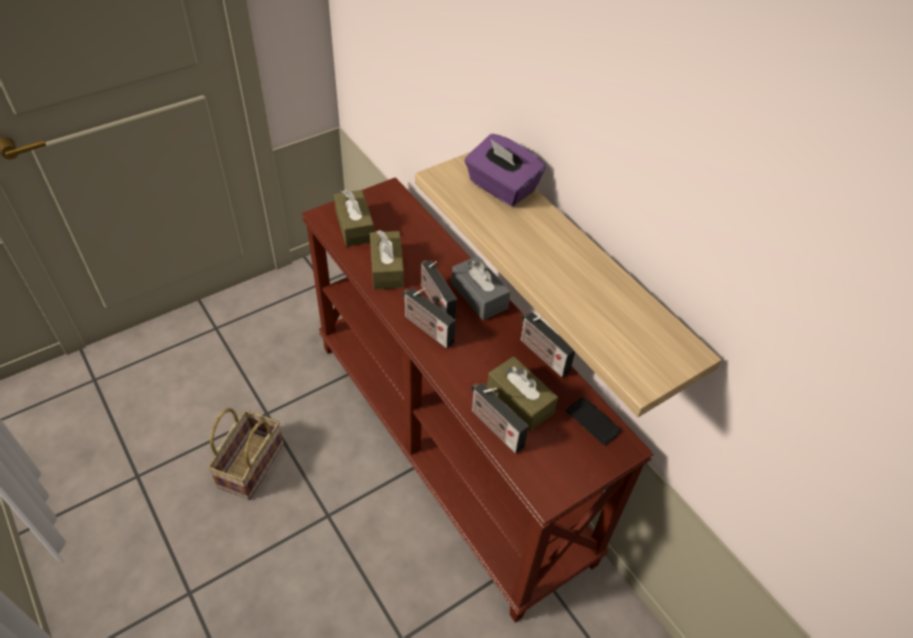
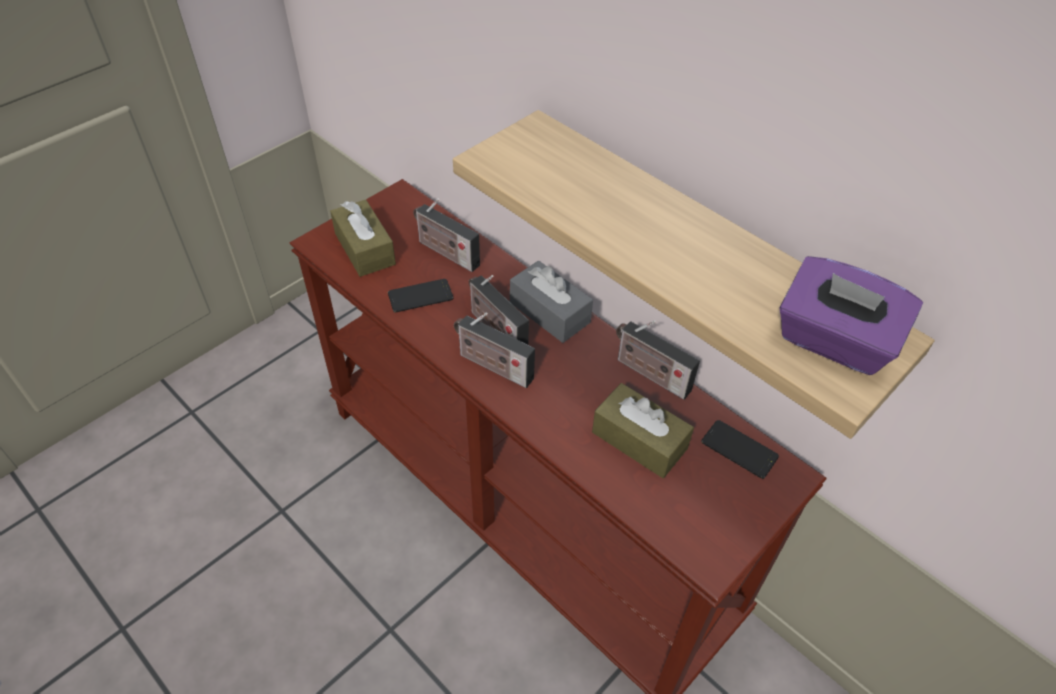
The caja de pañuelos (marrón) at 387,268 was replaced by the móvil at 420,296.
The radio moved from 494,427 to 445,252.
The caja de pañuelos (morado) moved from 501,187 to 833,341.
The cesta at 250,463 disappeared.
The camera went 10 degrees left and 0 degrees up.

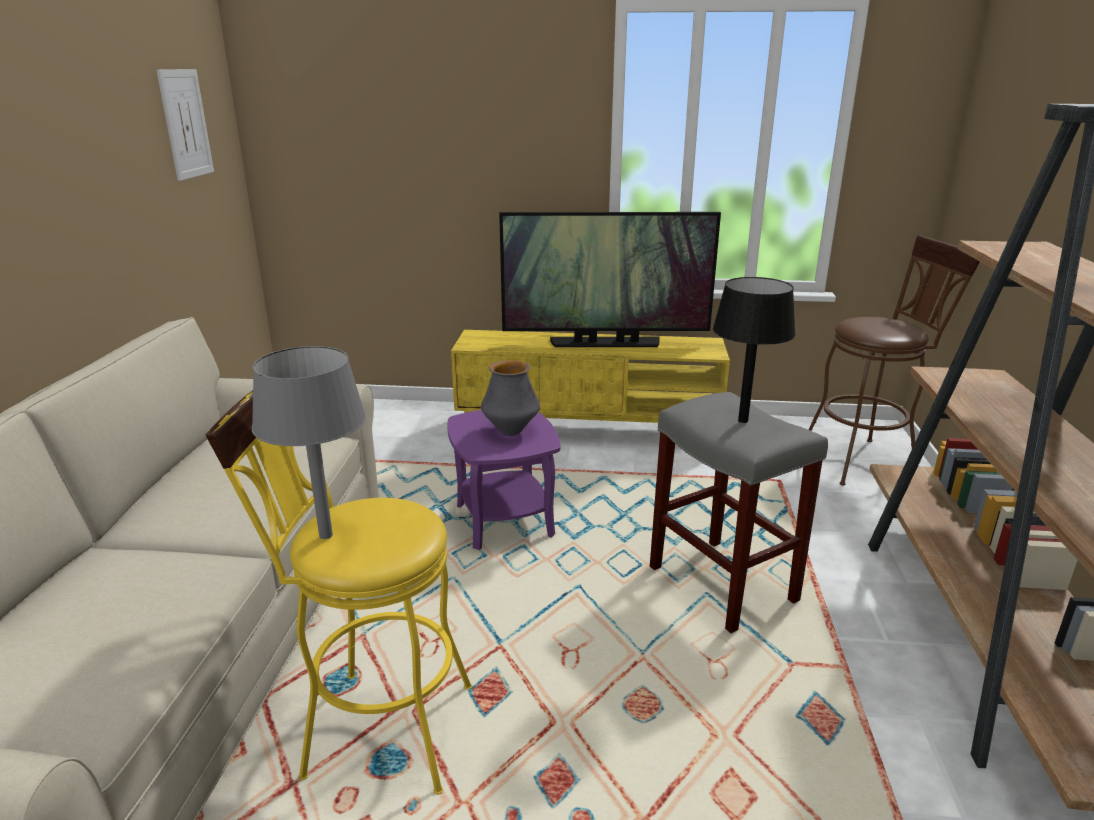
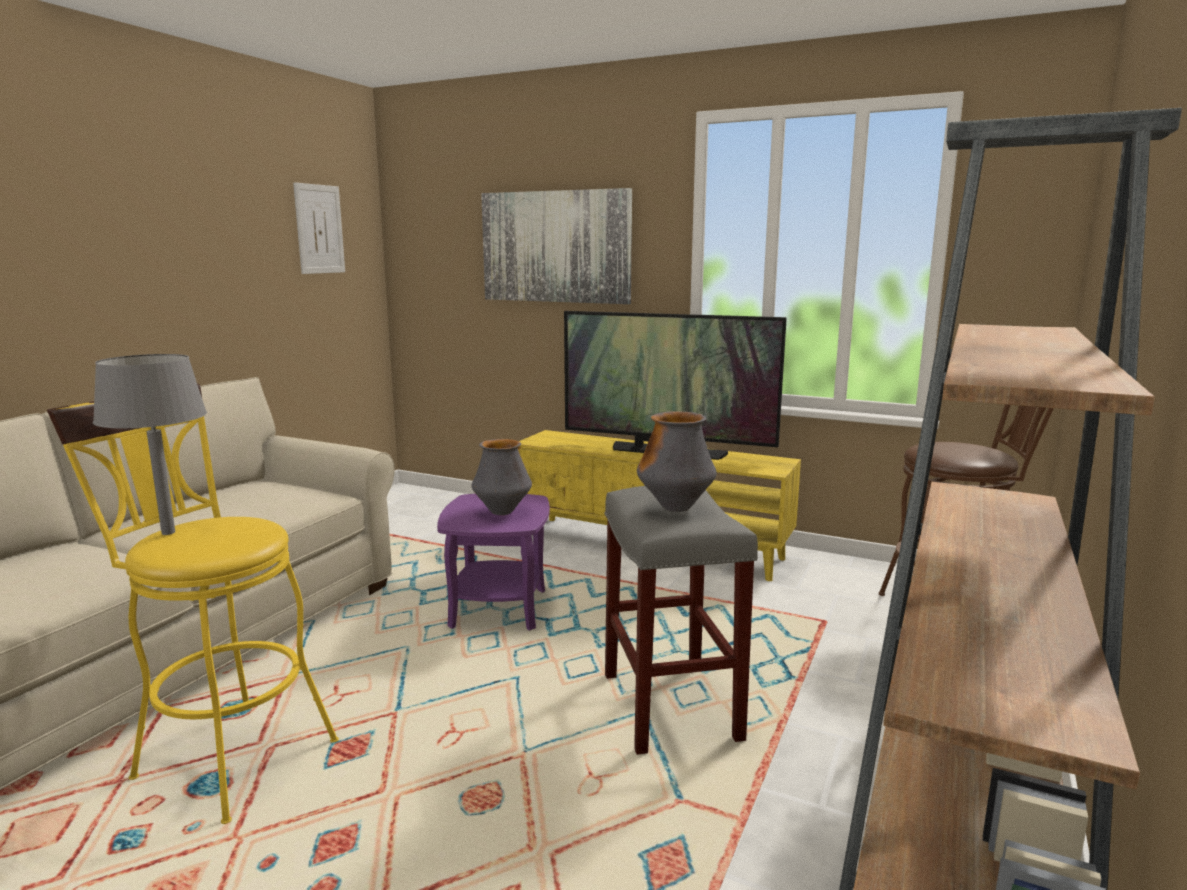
The cuadro at 555,247 appeared.
The lámpara de mesa (negro) at 743,421 was replaced by the florero at 675,508.
The camera went 20 degrees right and 10 degrees down.

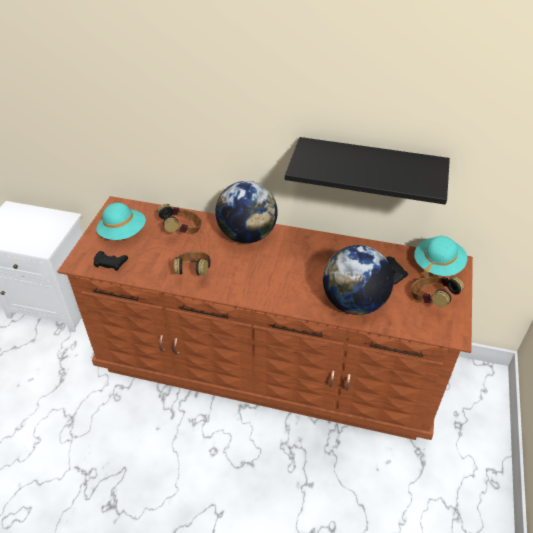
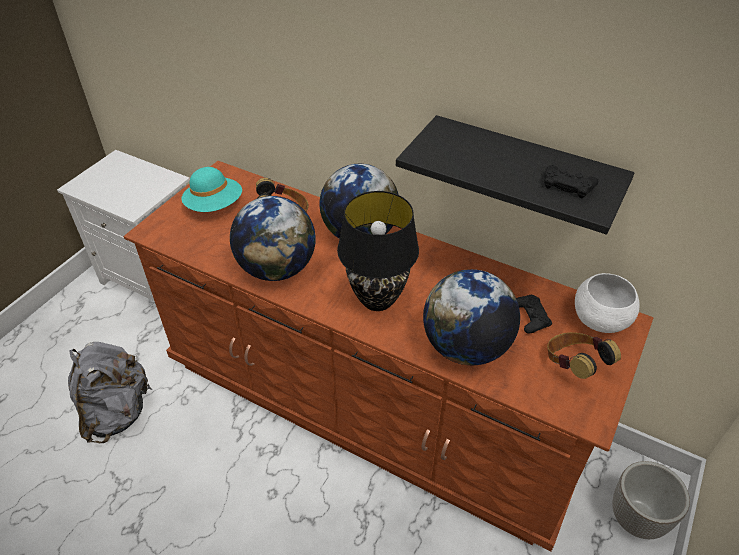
The mochila (gris) at 117,412 appeared.
The auriculares at 194,273 was replaced by the globo terráqueo at 277,268.
The lámpara de mesa (negro) at 378,300 appeared.
The mando de consola (negro) moved from 110,262 to 568,185.
The sombrero (turquesa) at 437,265 was replaced by the cuenco (blanco) at 599,319.
The maceta at 637,519 appeared.
The camera went 15 degrees right and 0 degrees up.

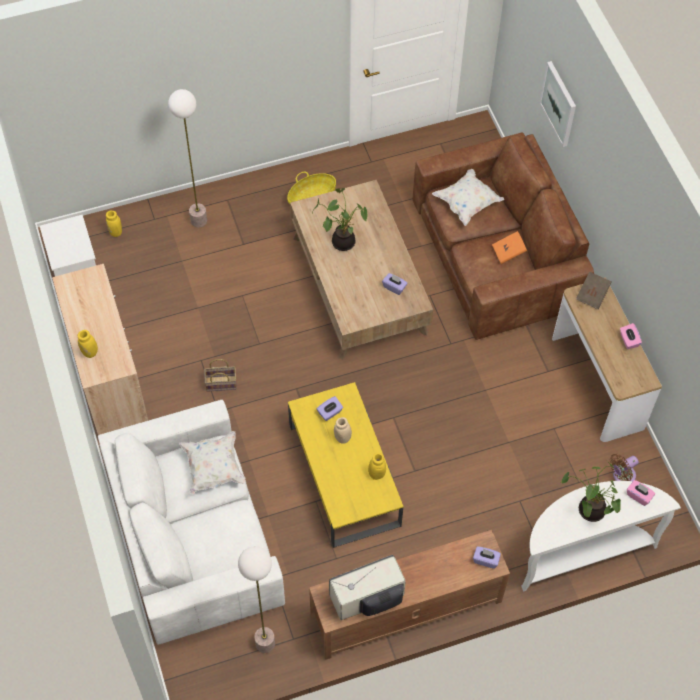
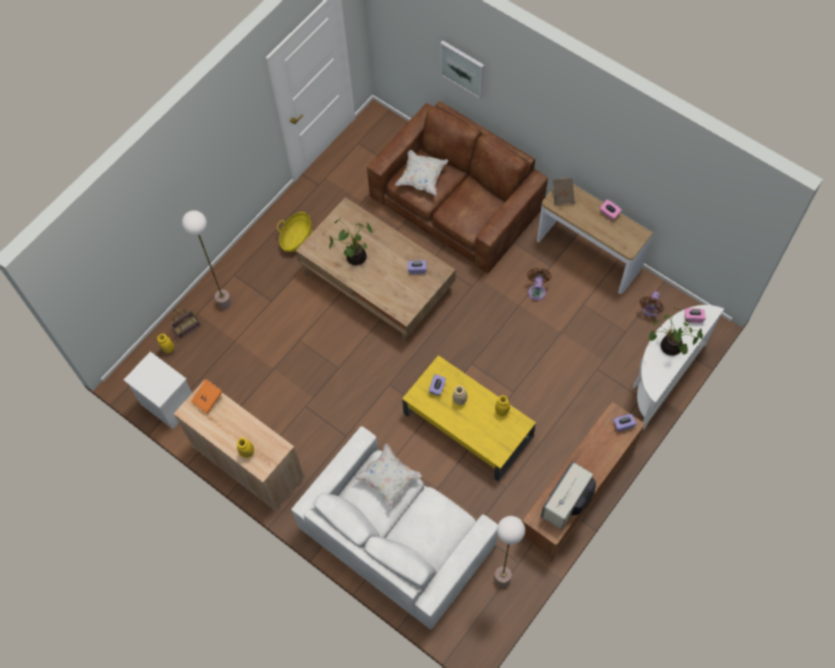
The cesta moved from 222,383 to 187,327.
The libro (naranja) moved from 508,252 to 208,399.
The ventilador (marrón) at 537,290 appeared.
The camera went 30 degrees left and 5 degrees up.

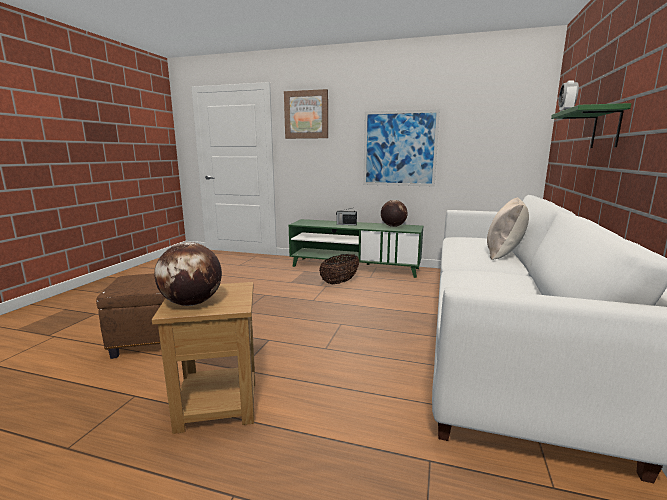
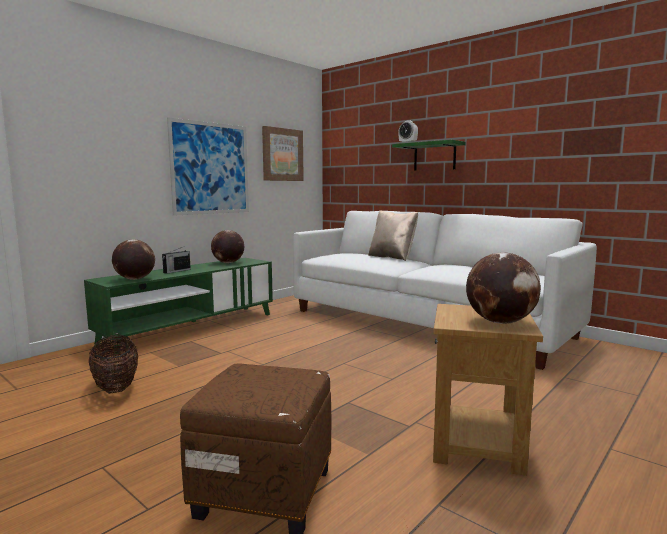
The cesta moved from 340,282 to 116,386.
The globo terráqueo at 134,279 appeared.
The cuadro moved from 306,114 to 282,154.
The camera went 65 degrees left and 5 degrees down.

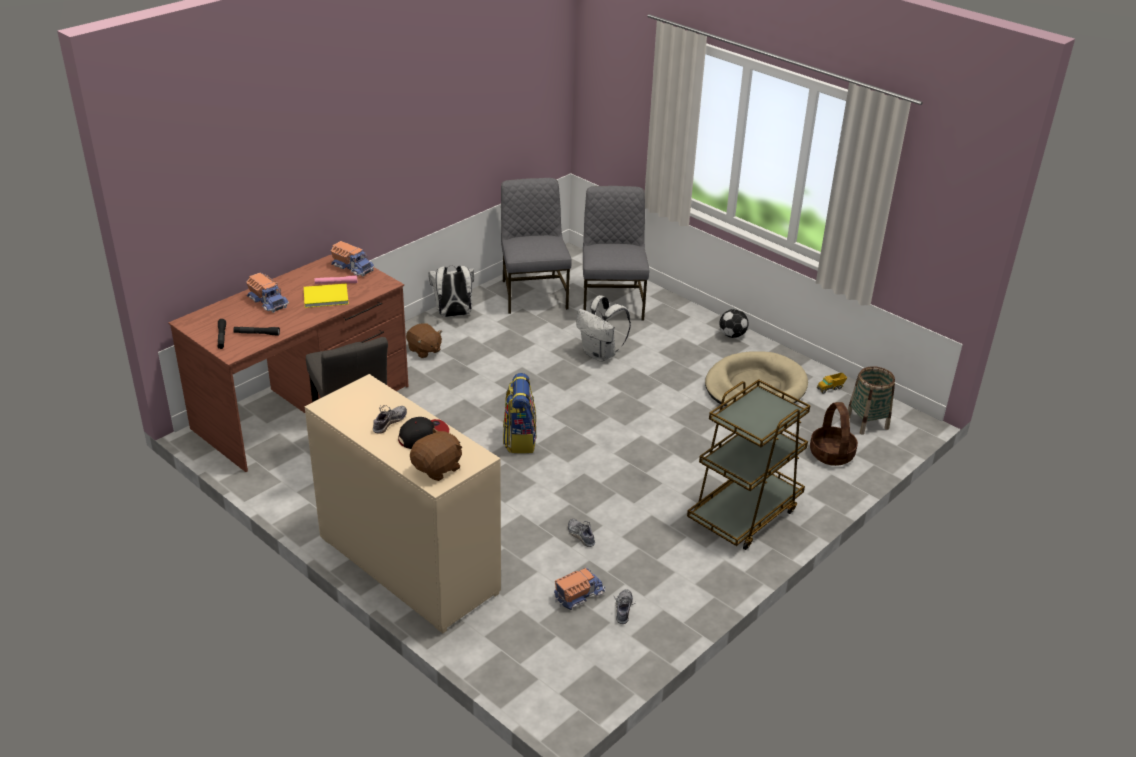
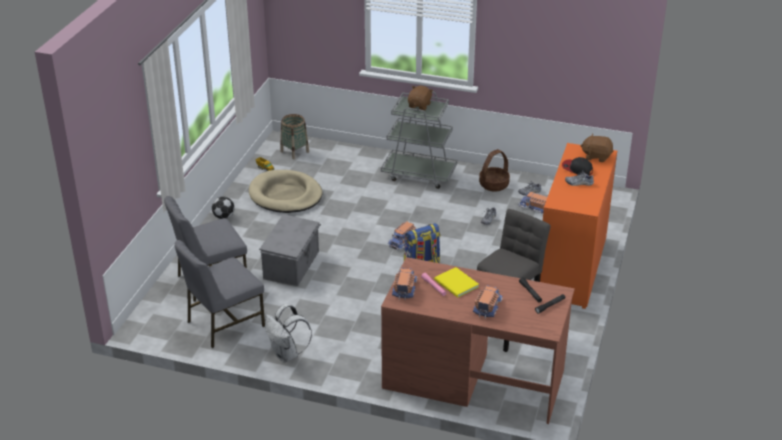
The mochila (blanco) at 600,354 was replaced by the caja de almacenaje (gris) at 292,265.
The carrito (marrón) at 744,514 became the carrito (gris) at 419,174.
The camión de juguete at 402,242 appeared.
The peluche (marrón) moved from 424,350 to 420,106.
The cesta moved from 832,454 to 494,184.
The cómoda (beis) at 408,565 became the cómoda (naranja) at 571,268.
The camera went 115 degrees left and 0 degrees up.

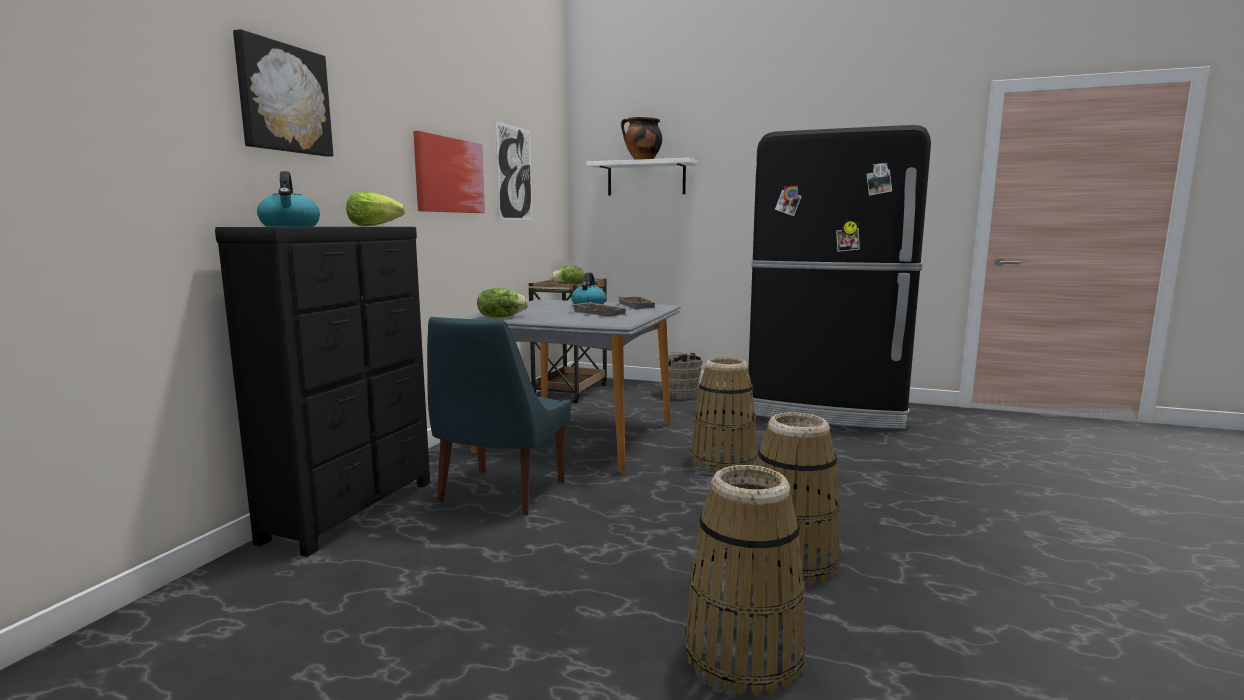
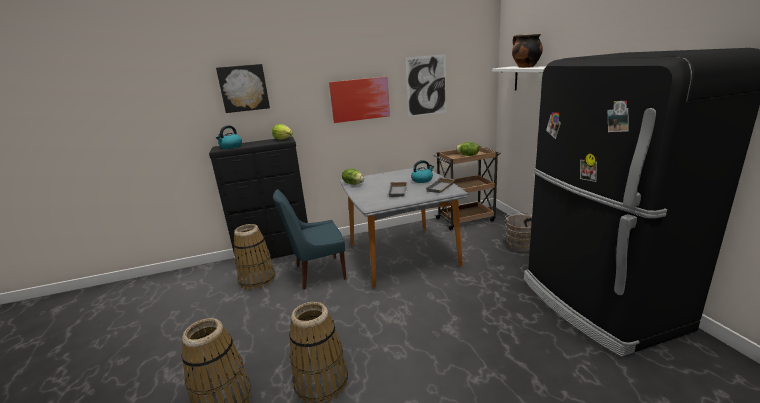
The cesta moved from 723,462 to 257,279.
The camera went 55 degrees right and 10 degrees up.

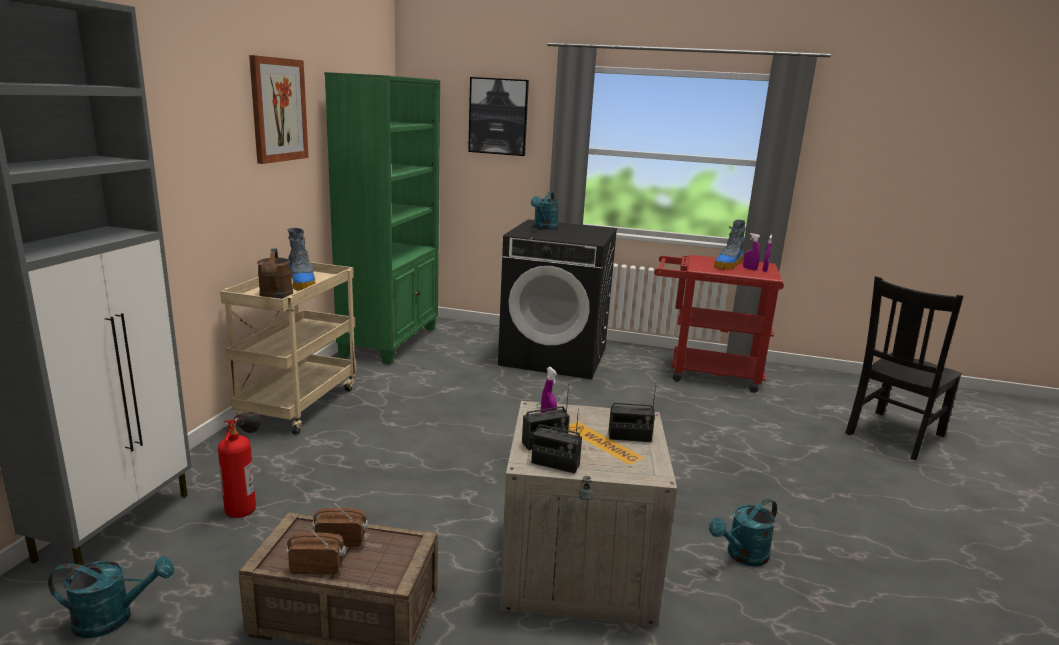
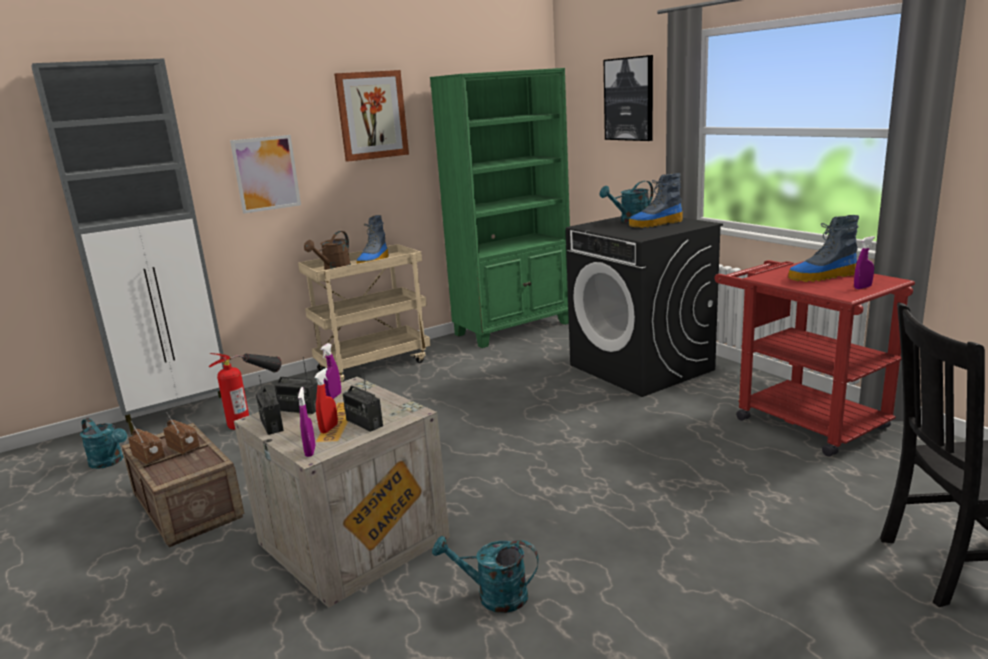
The cuadro at 266,173 appeared.
The pulverizador (morado) moved from 749,269 to 310,451.
The pulverizador (rojo) at 329,429 appeared.
The bota at 656,224 appeared.
The camera went 45 degrees right and 0 degrees up.

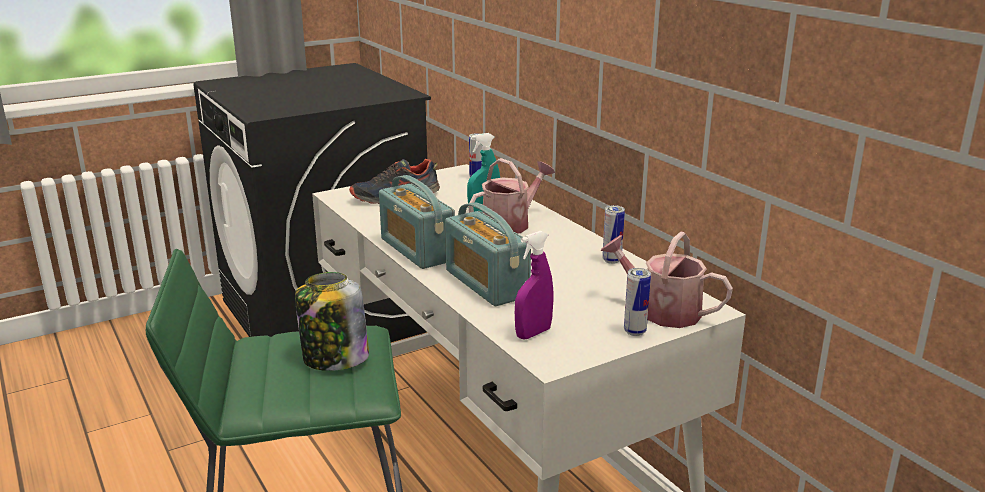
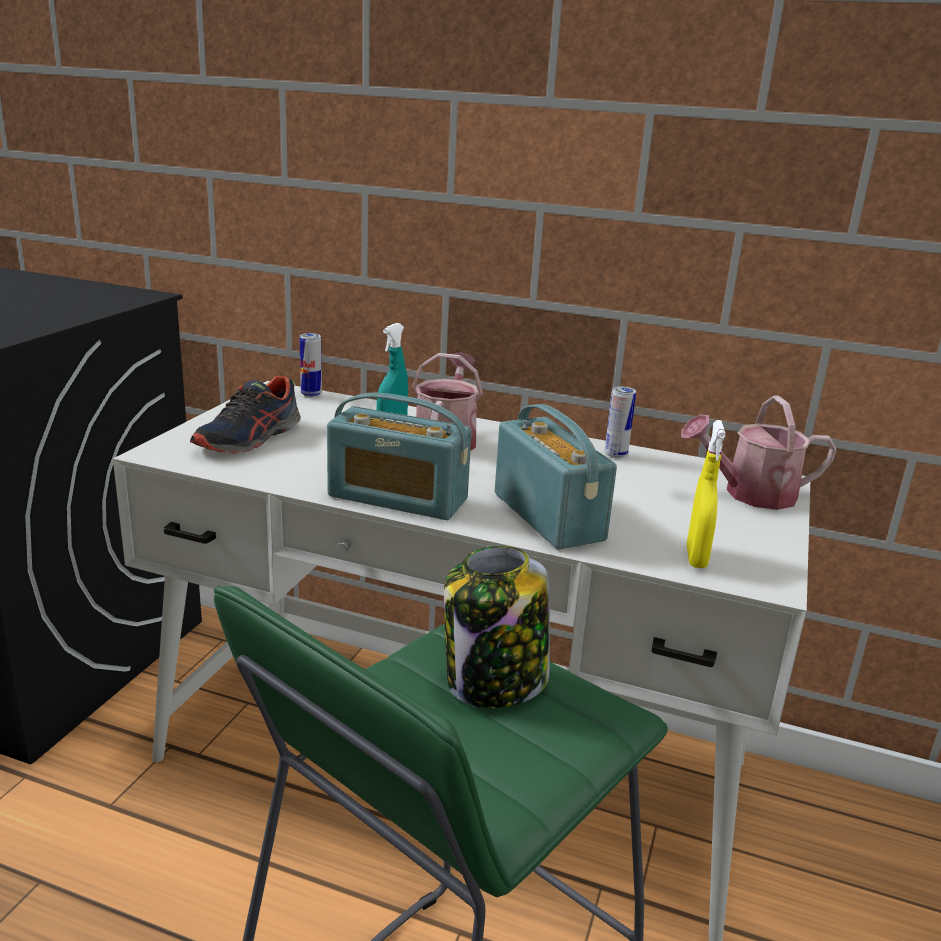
The radio at 486,284 turned 135 degrees counterclockwise.
The pulverizador (morado) at 533,333 became the pulverizador (amarillo) at 696,558.
The lata at 634,332 disappeared.
The camera went 40 degrees left and 0 degrees up.

